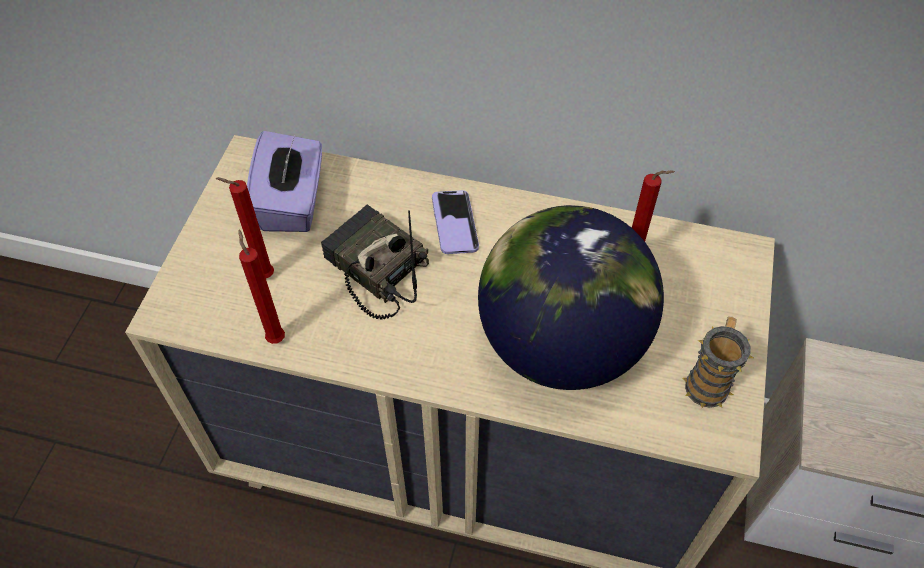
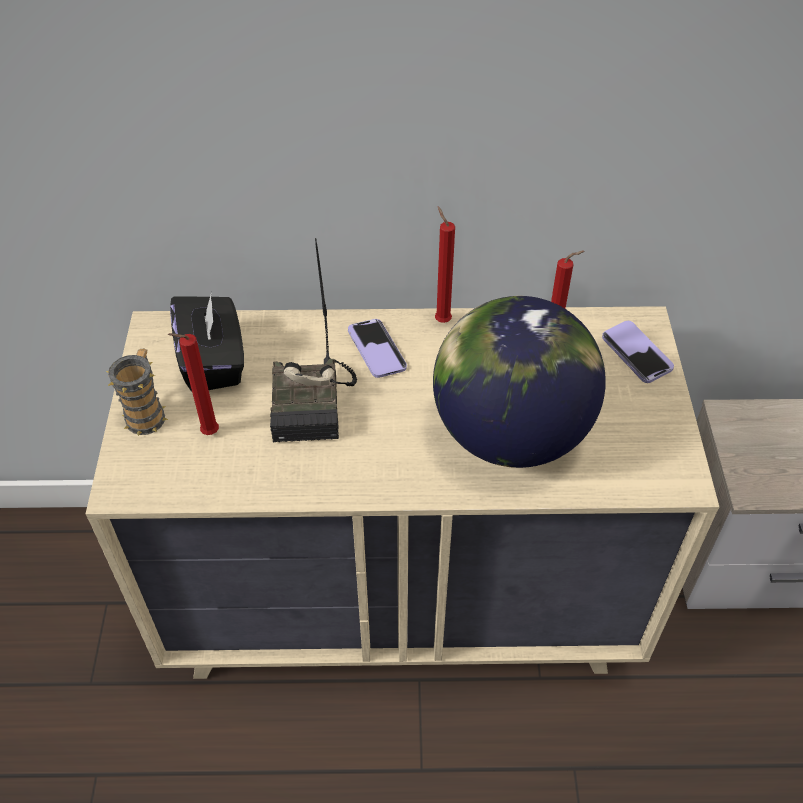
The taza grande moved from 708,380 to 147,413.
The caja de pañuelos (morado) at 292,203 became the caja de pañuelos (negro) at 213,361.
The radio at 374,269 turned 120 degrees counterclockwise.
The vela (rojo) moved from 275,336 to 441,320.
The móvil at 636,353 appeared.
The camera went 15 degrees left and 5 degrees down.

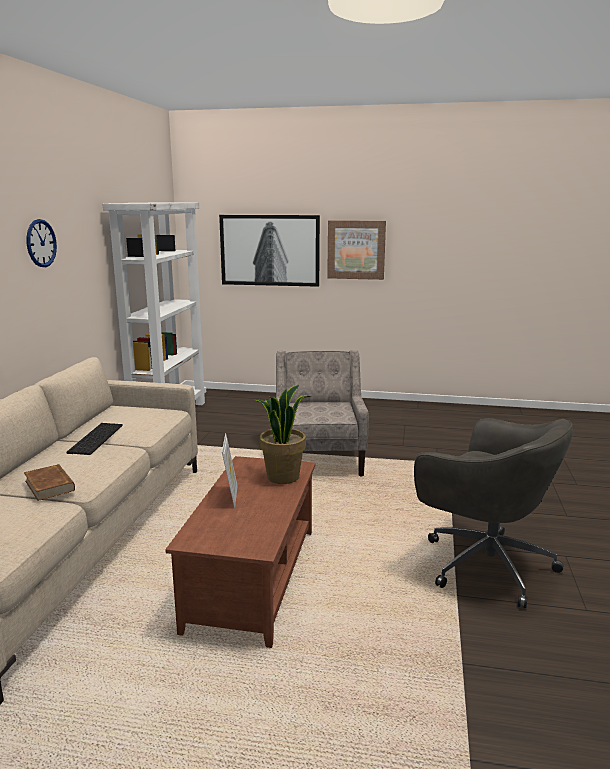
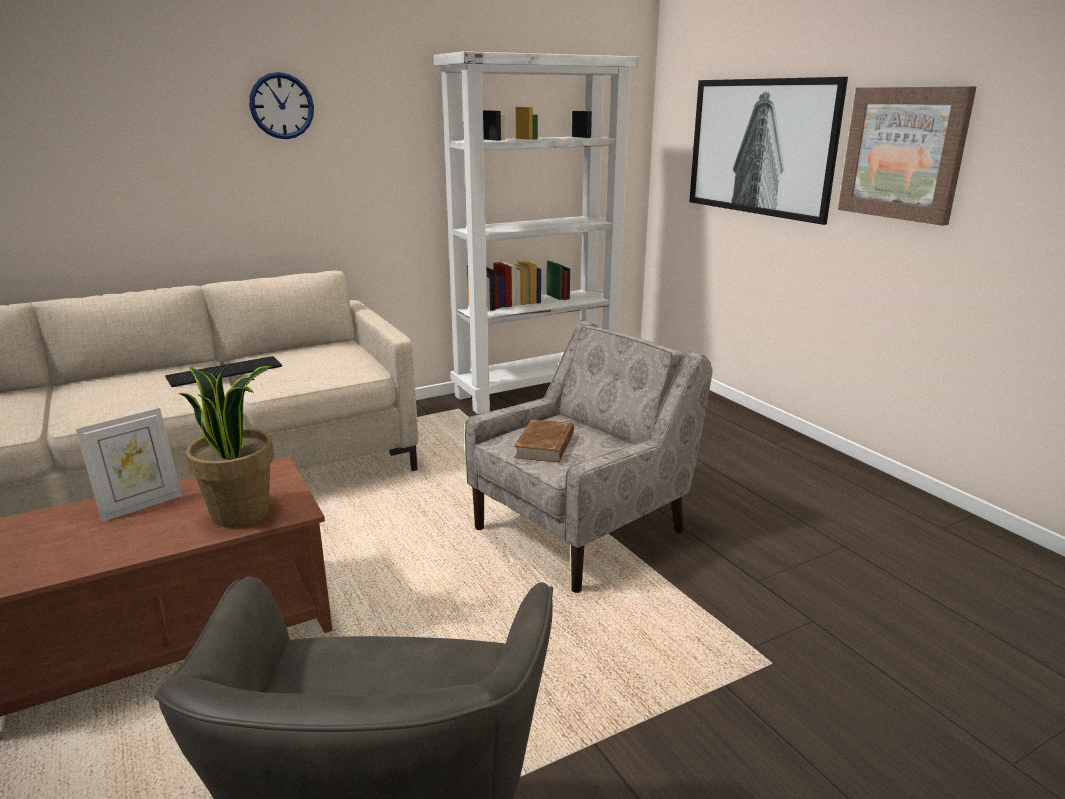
The libro (marrón) moved from 50,485 to 545,445.
The camera went 50 degrees right and 5 degrees up.

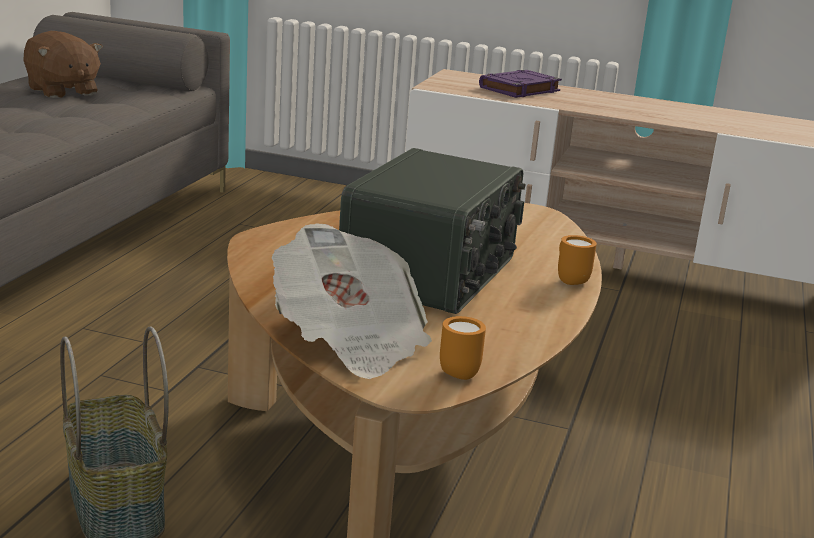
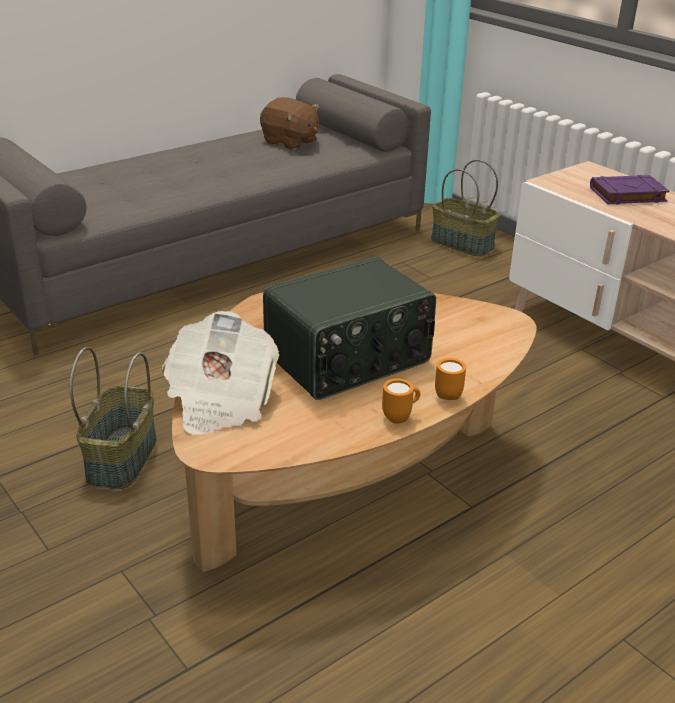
The peluche (marrón) at 62,91 turned 45 degrees counterclockwise.
The taza grande (naranja) moved from 462,372 to 400,417.
The cesta at 461,244 appeared.
The camera went 35 degrees right and 10 degrees up.

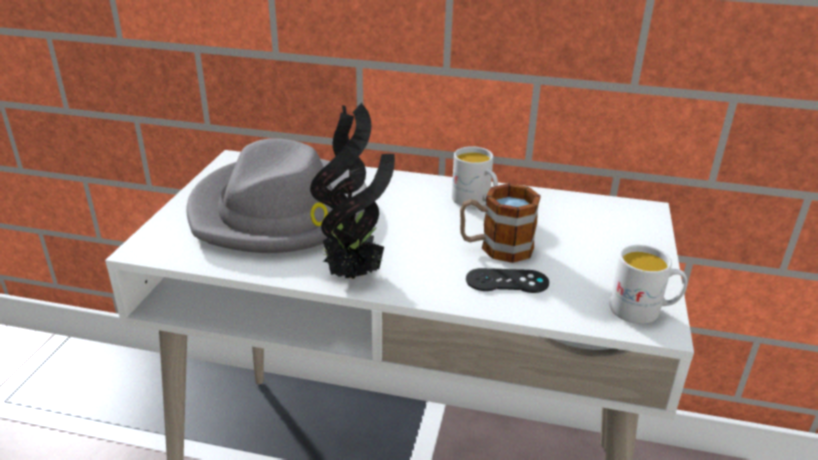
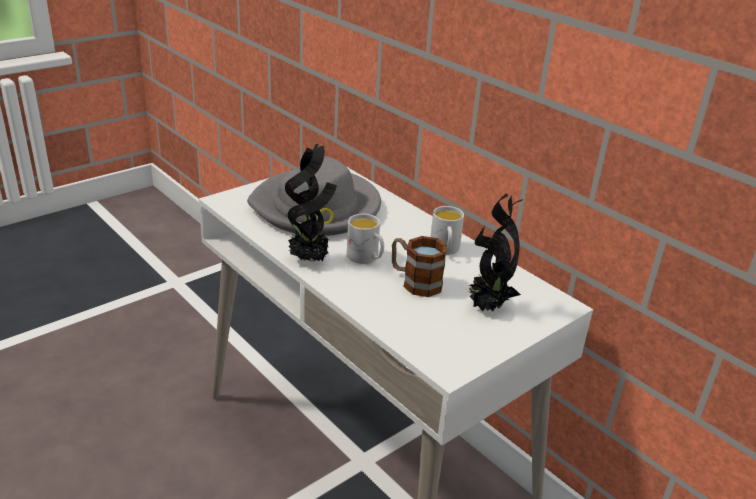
The taza grande (blanco) moved from 643,310 to 366,258.
The planta en maceta at 487,307 appeared.
The mando de consola (negro) at 507,281 disappeared.
The camera went 35 degrees right and 0 degrees up.

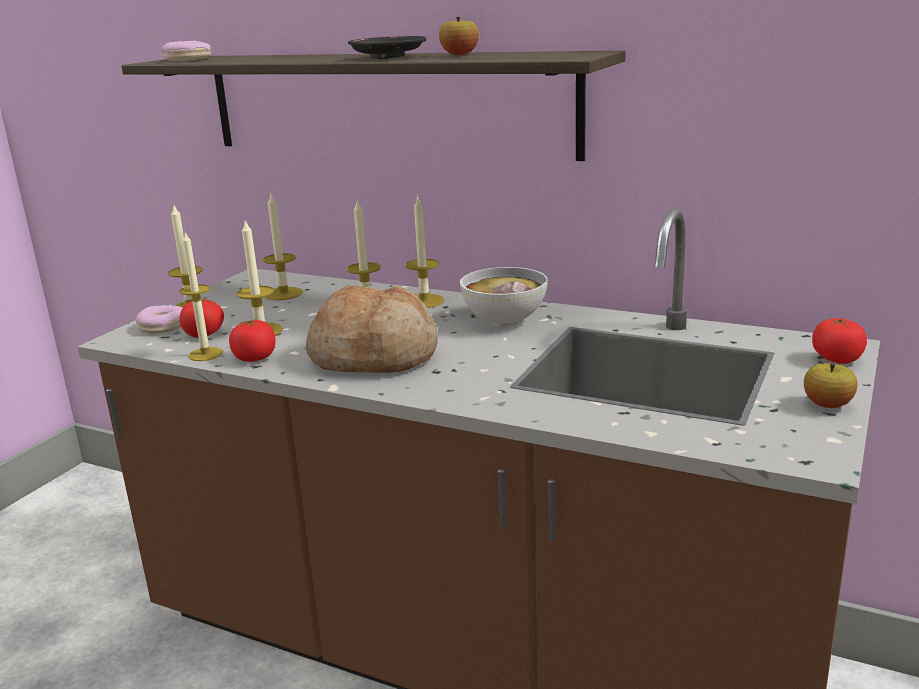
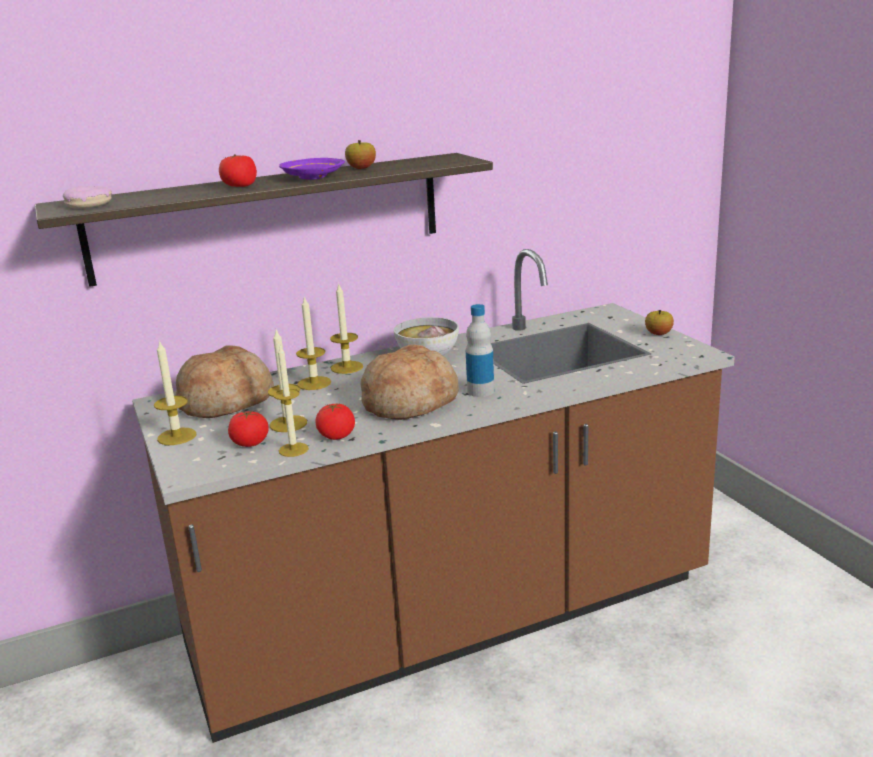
The vela at 283,294 was replaced by the pan at 226,401.
The tomate moved from 837,359 to 240,186.
The plato (negro) at 387,57 became the plato (morado) at 312,177.
The botella at 480,391 appeared.
The rosquilla at 163,326 disappeared.
The camera went 50 degrees left and 0 degrees up.

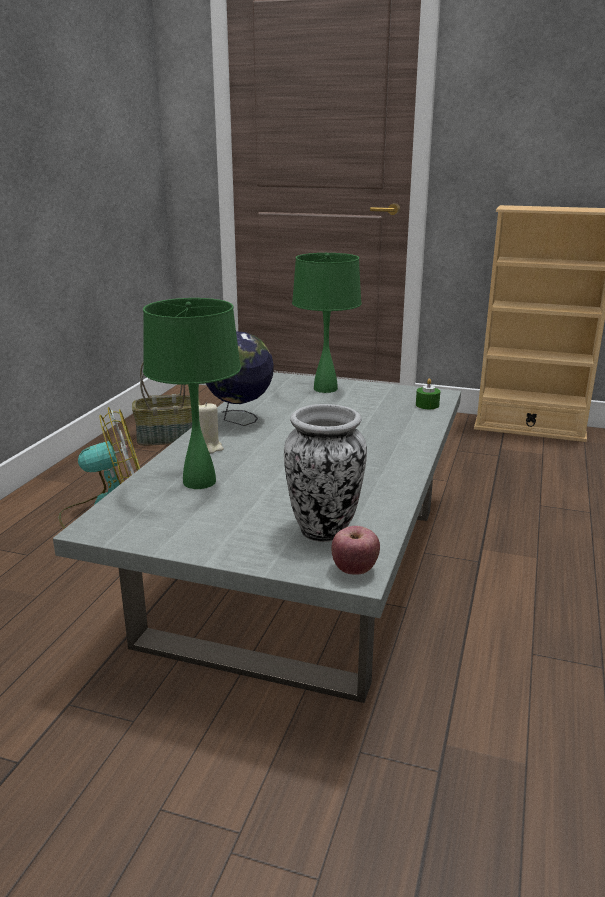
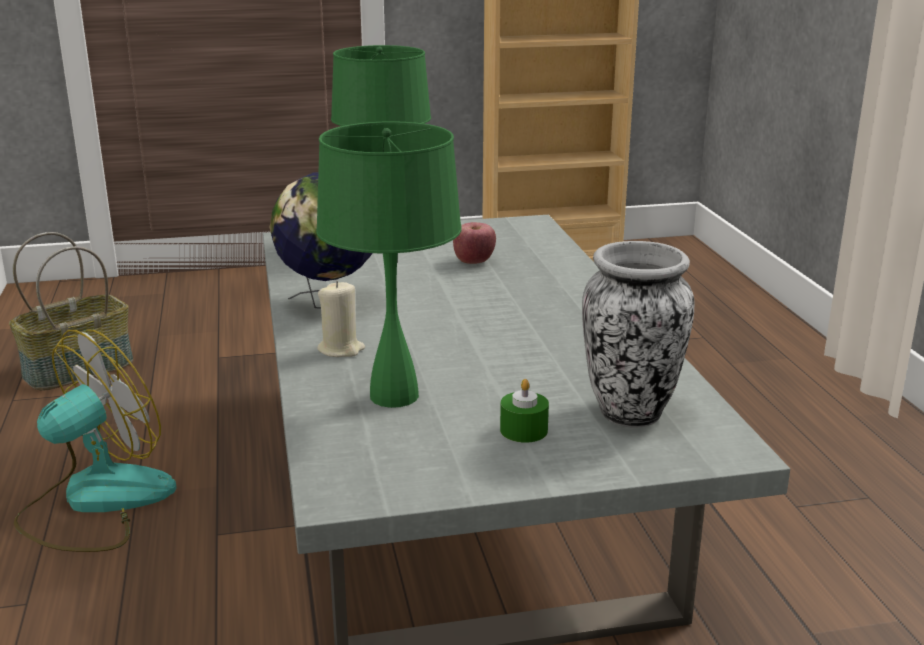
The manzana moved from 354,570 to 474,262.
The vela (verde) moved from 427,405 to 523,430.
The camera went 30 degrees left and 0 degrees up.

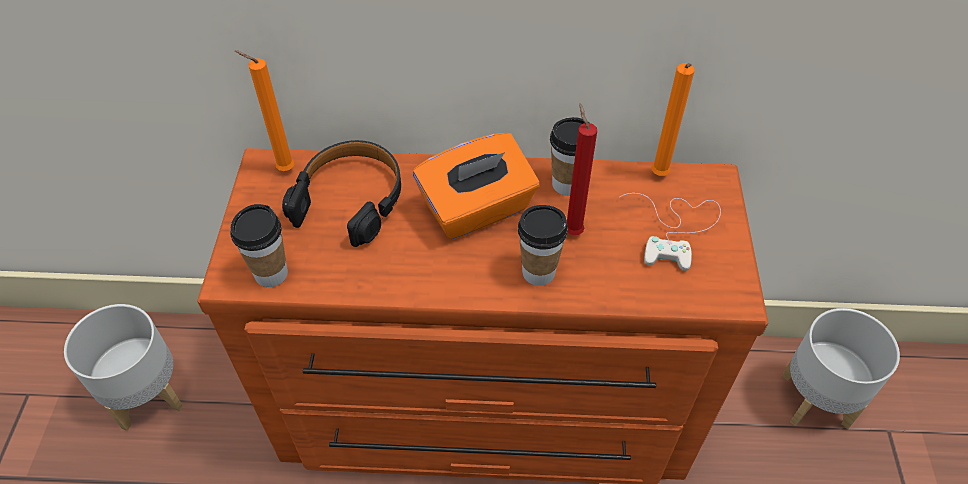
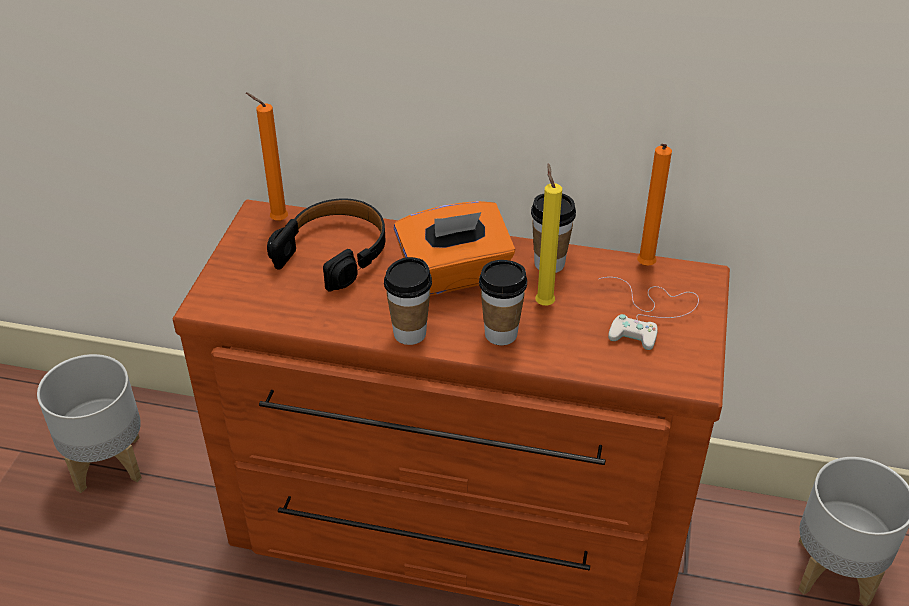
The taza moved from 271,274 to 409,333.
The vela (rojo) at 572,230 became the vela (amarillo) at 543,303.
The camera went 10 degrees right and 10 degrees down.

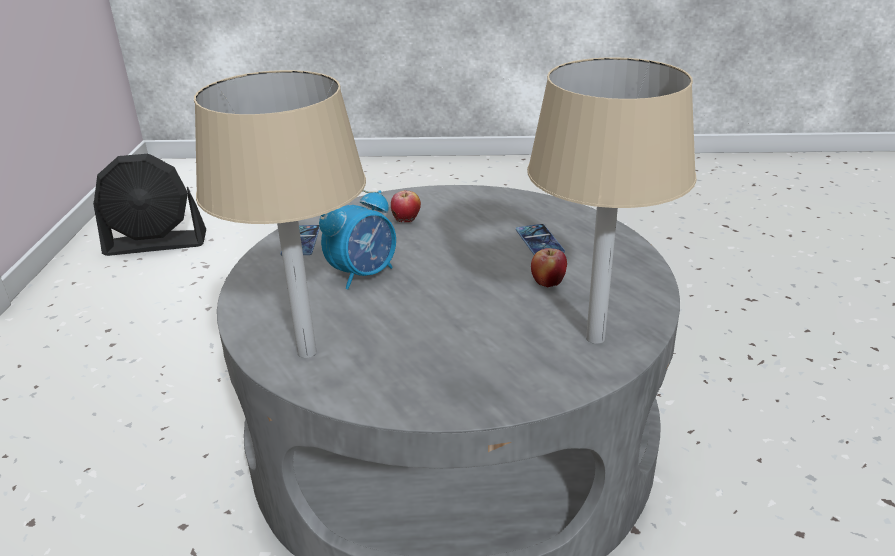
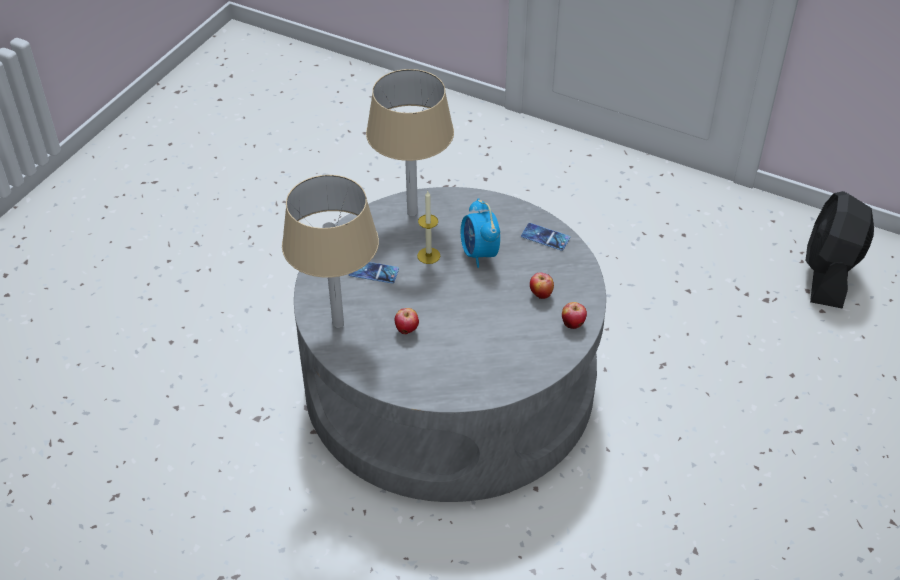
The móvil moved from 539,241 to 373,272.
The vela at 428,255 appeared.
The manzana at 573,324 appeared.
The camera went 115 degrees right and 15 degrees up.

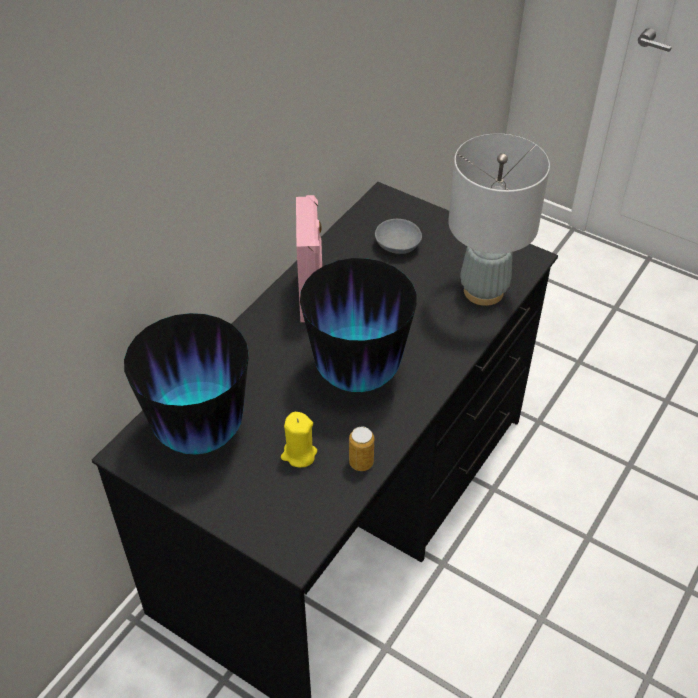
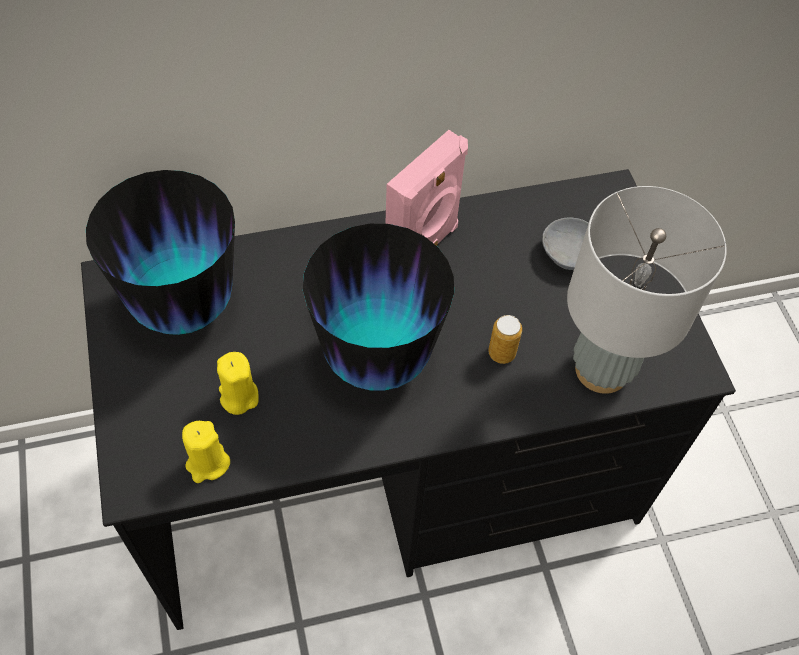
The vela (amarillo) at 207,463 appeared.
The lata moved from 361,462 to 501,353.
The camera went 40 degrees right and 10 degrees up.

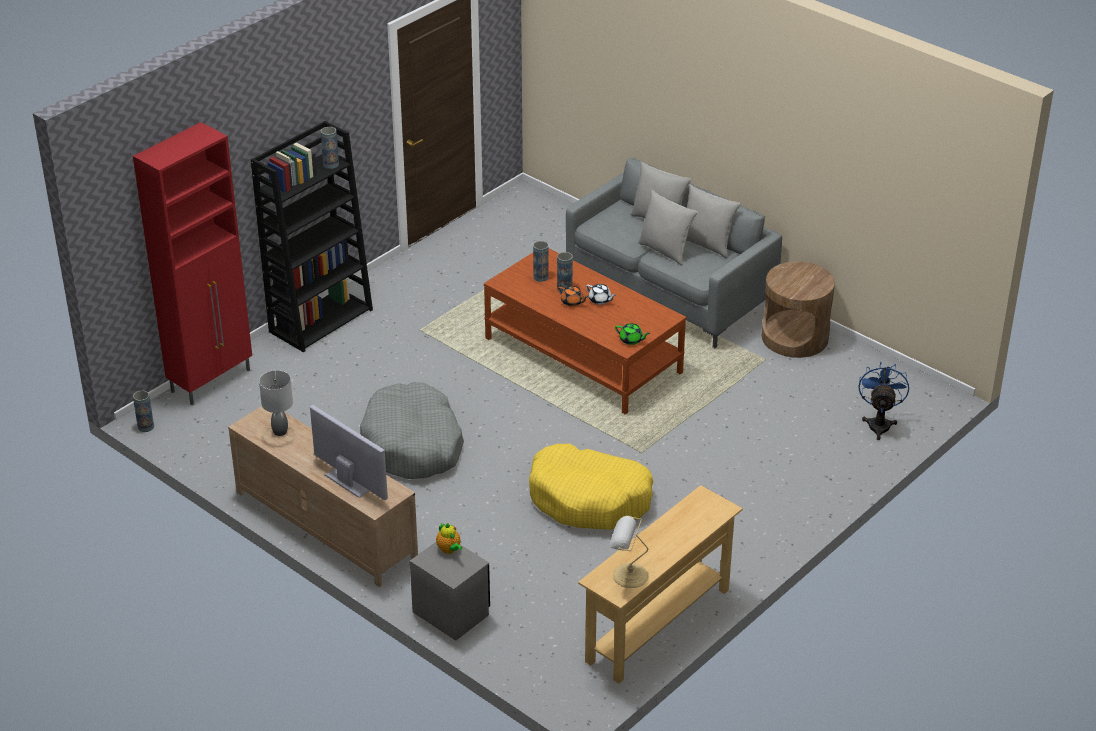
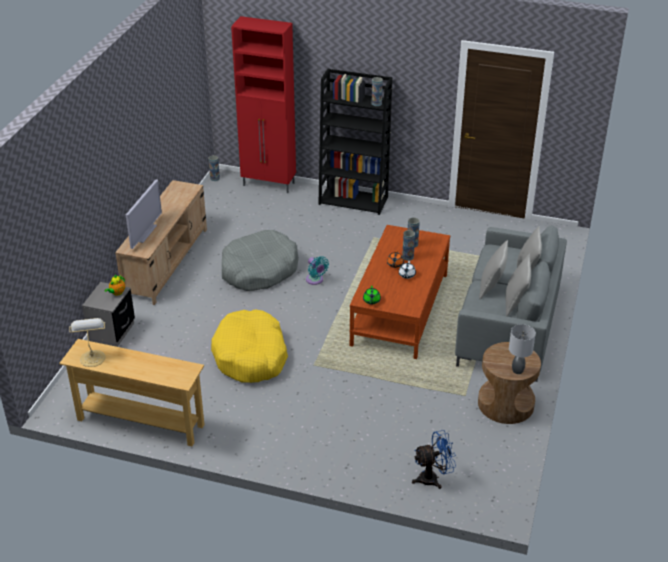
The ventilador (turquesa) at 315,280 appeared.
The lámpara de mesa (gris) moved from 280,431 to 518,370.
The camera went 65 degrees right and 0 degrees up.

